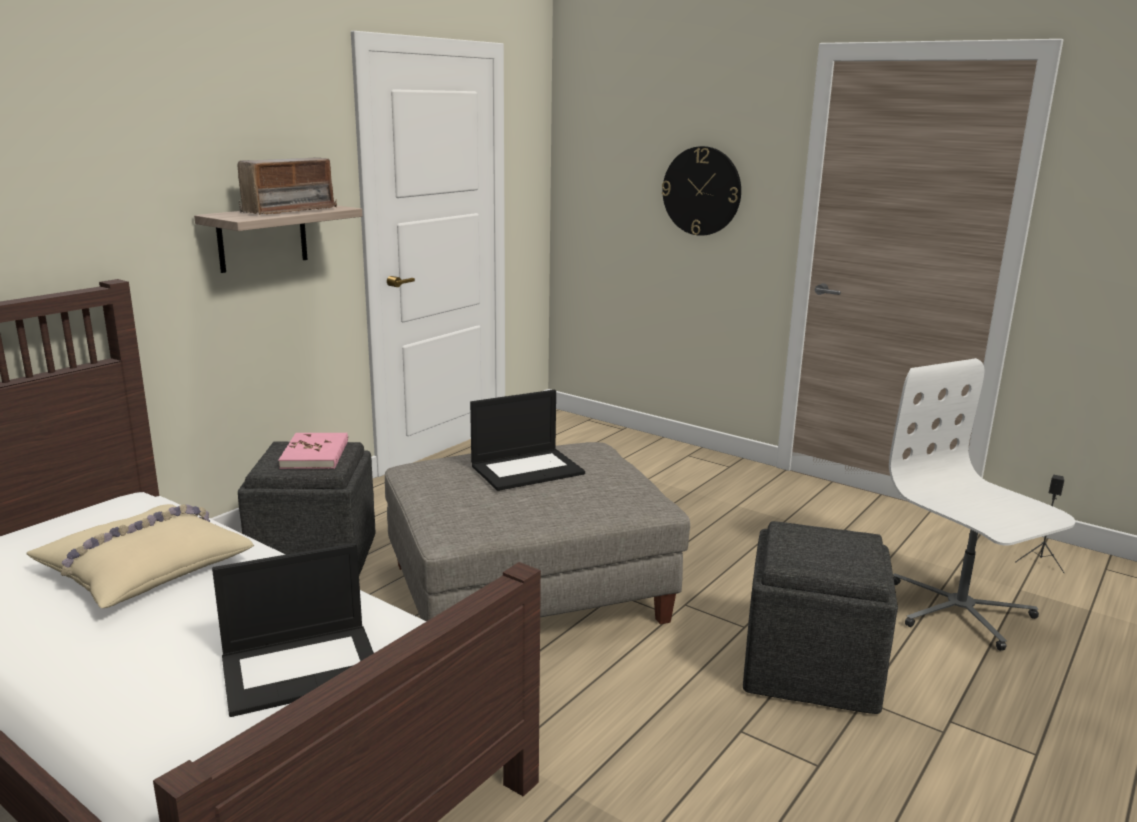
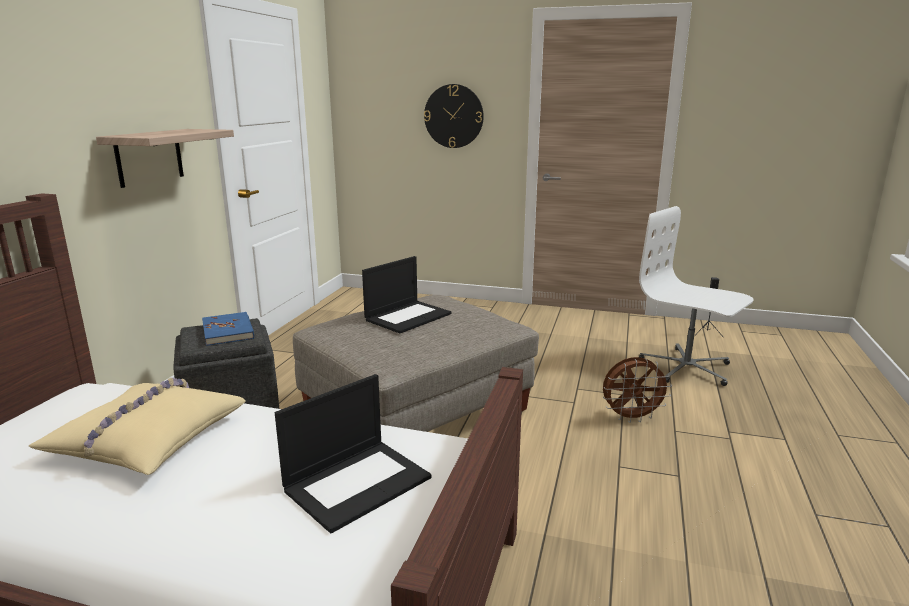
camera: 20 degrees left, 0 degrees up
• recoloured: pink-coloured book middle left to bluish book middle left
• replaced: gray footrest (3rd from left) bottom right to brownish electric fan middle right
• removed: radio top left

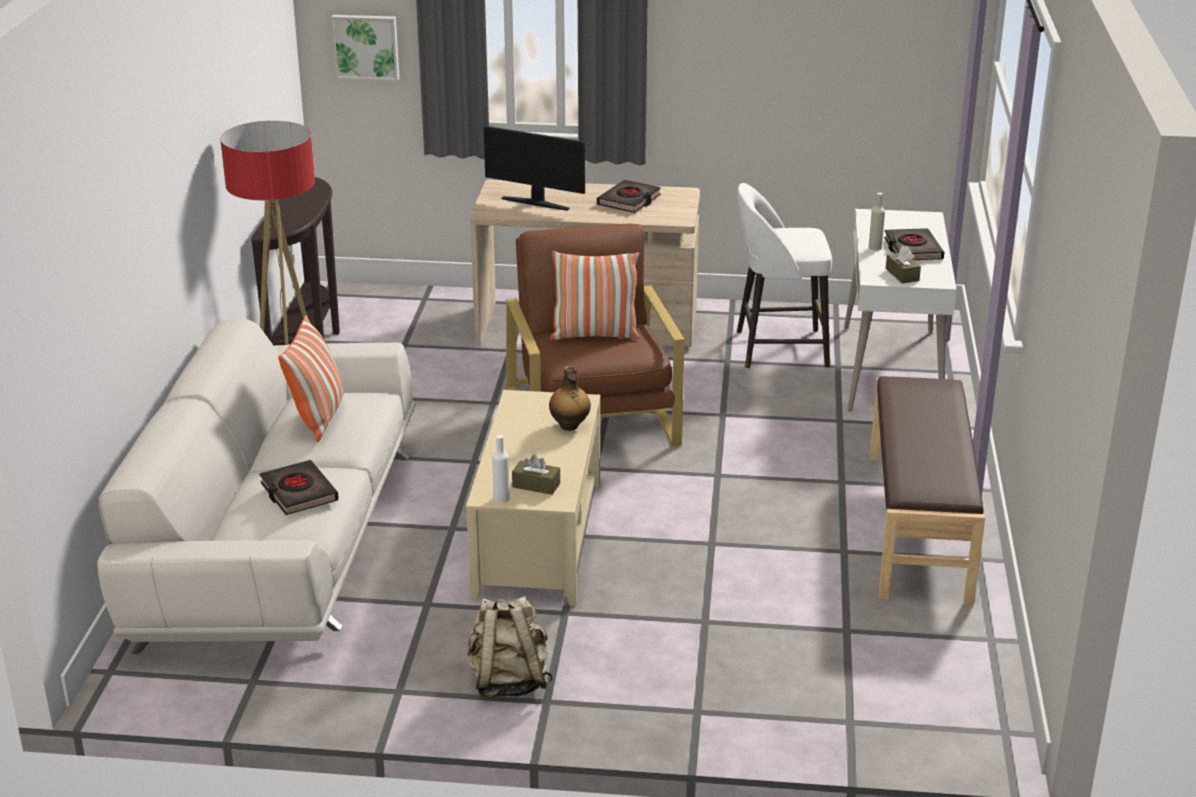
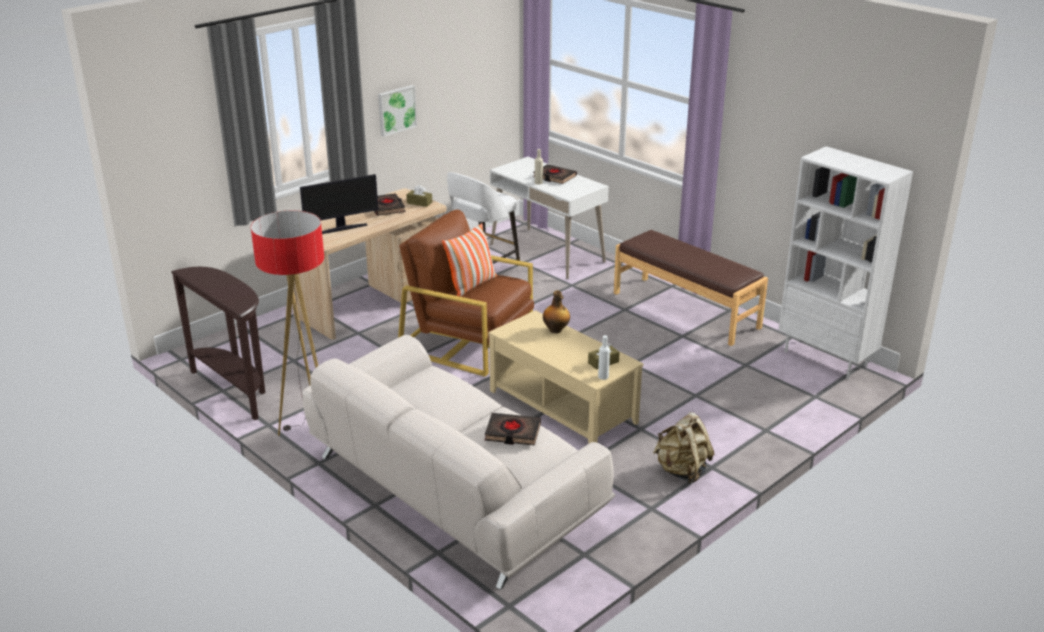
camera: 50 degrees left, 0 degrees up
• moved: wall art top left to top centre
• moved: brownish box of tissues (2nd from left in the first image) top right to brownish box of tissues (1st from left) top centre
• added: whitish shelving unit middle right
• removed: pillow (1st from left) middle left

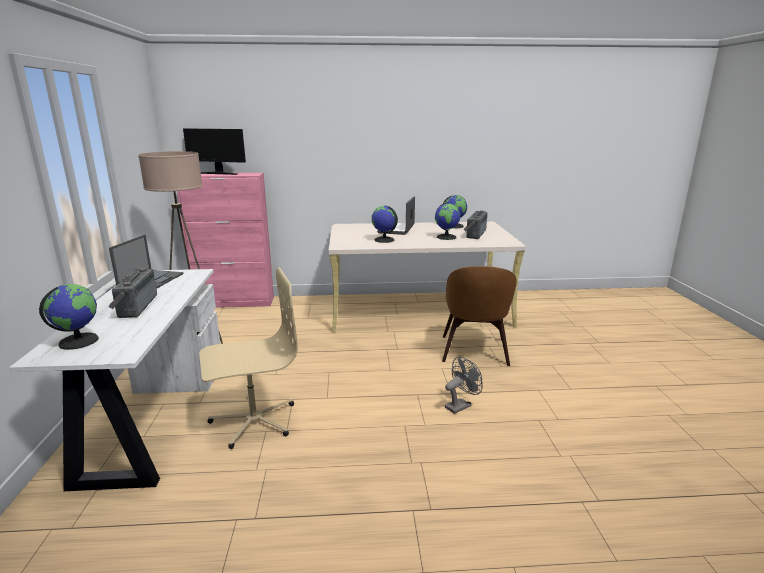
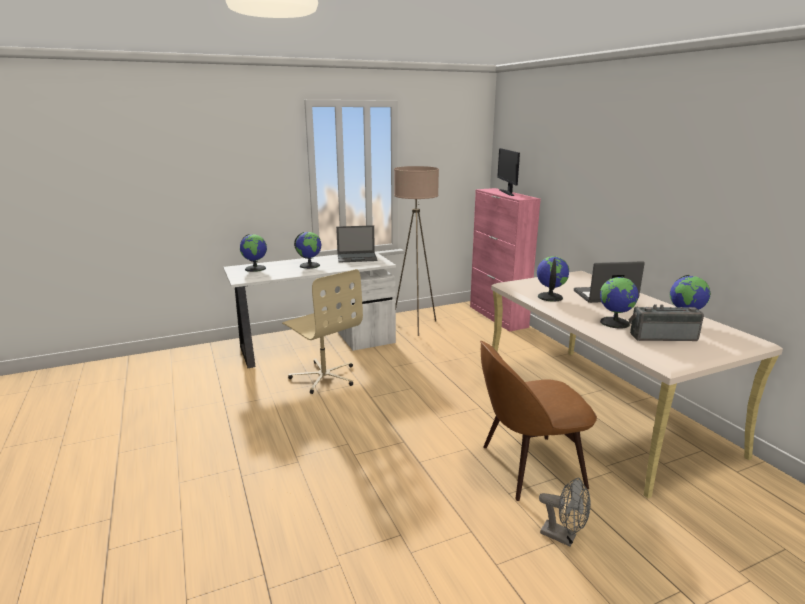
camera: 70 degrees right, 0 degrees up
• replaced: radio (1st from left) middle left to globe (2nd from left) centre
• moved: gray electric fan bottom centre to bottom right

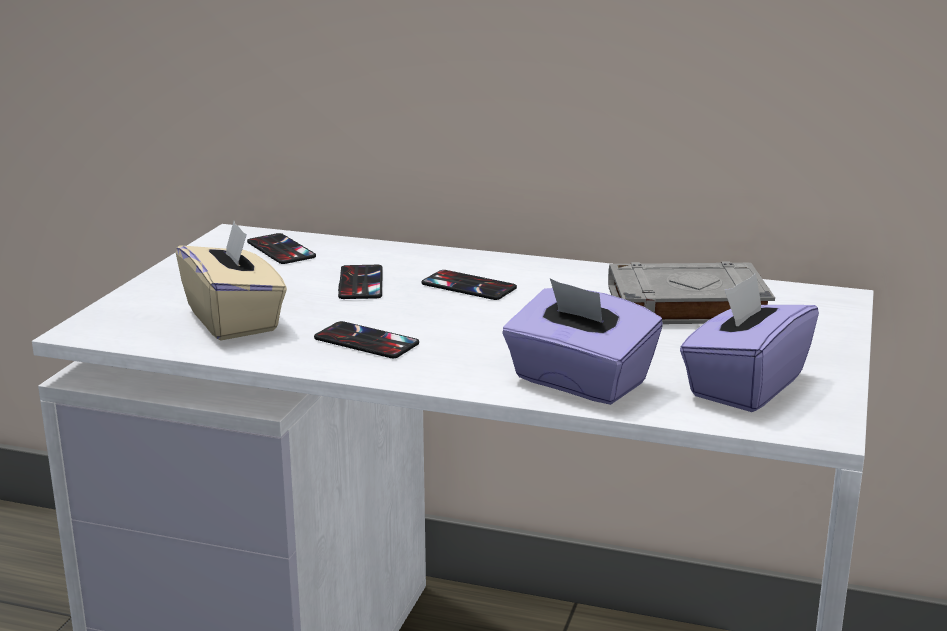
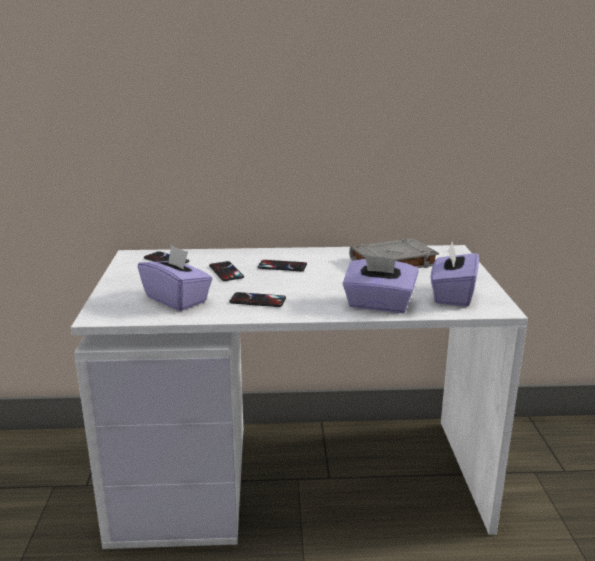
camera: 20 degrees left, 0 degrees up
• recoloured: beige box of tissues middle left to purple-coloured box of tissues (1st from left) middle left

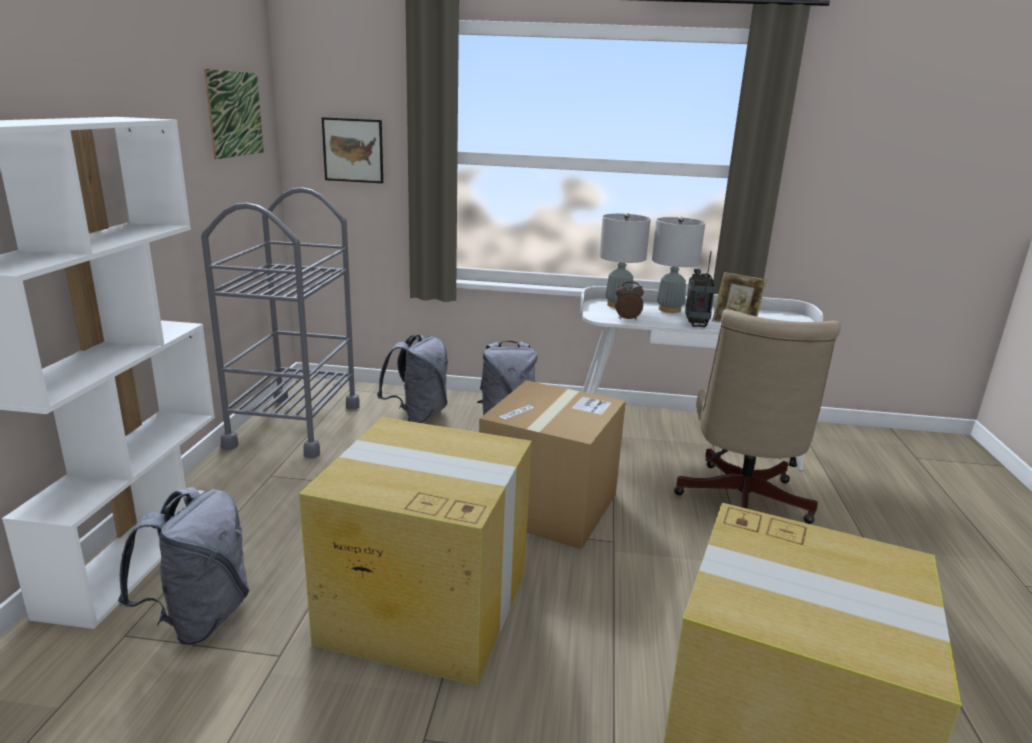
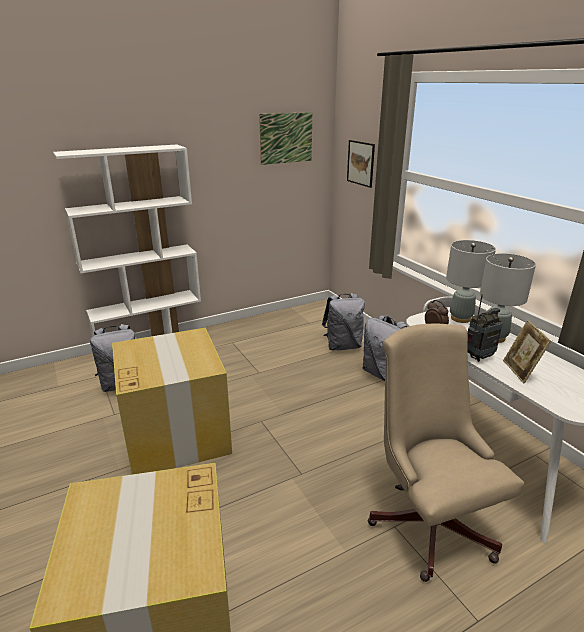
camera: 55 degrees right, 5 degrees up
• turned: beige office chair middle right = bottom right 90 degrees clockwise
• removed: gray wheeled cart middle left
• removed: cardboard box (2nd from left) centre

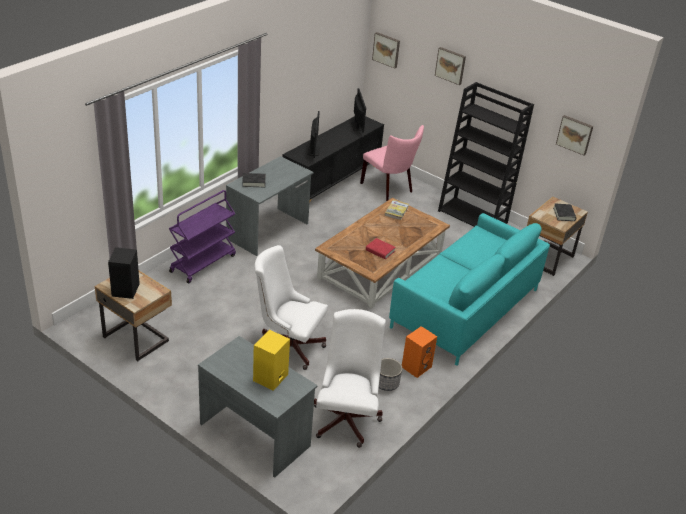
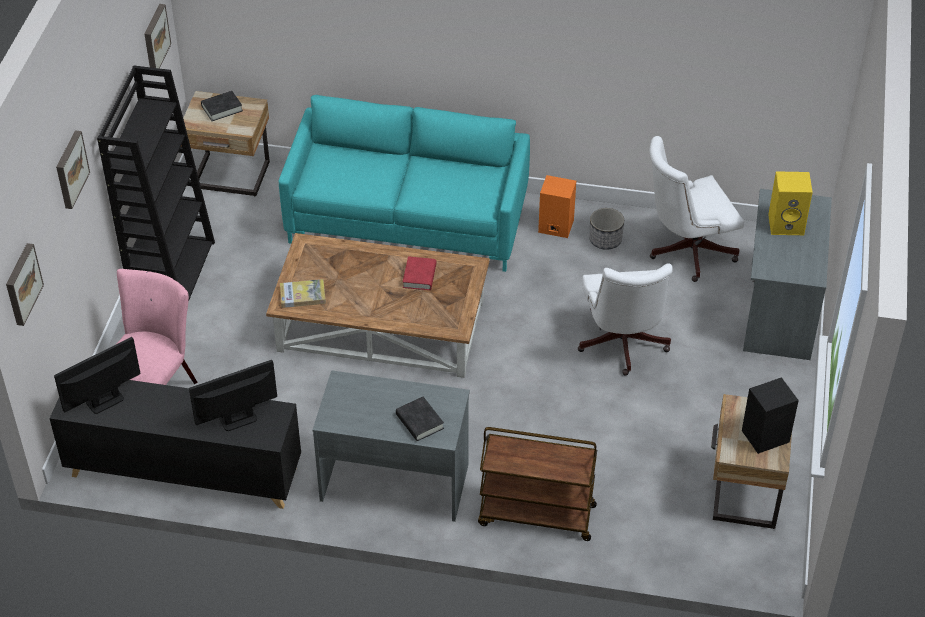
camera: 115 degrees left, 10 degrees up
• recoloured: purple-coloured wheeled cart middle left to brownish wheeled cart bottom centre

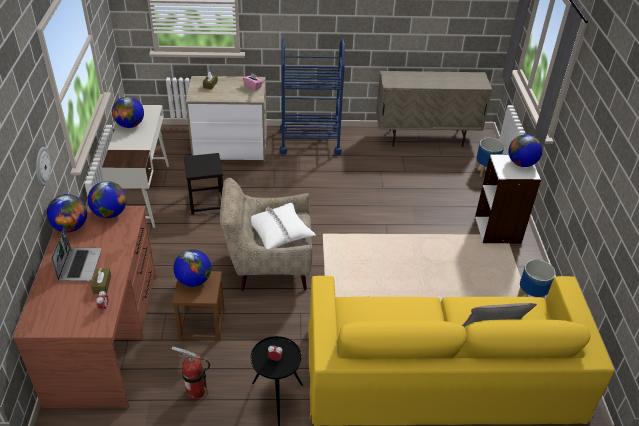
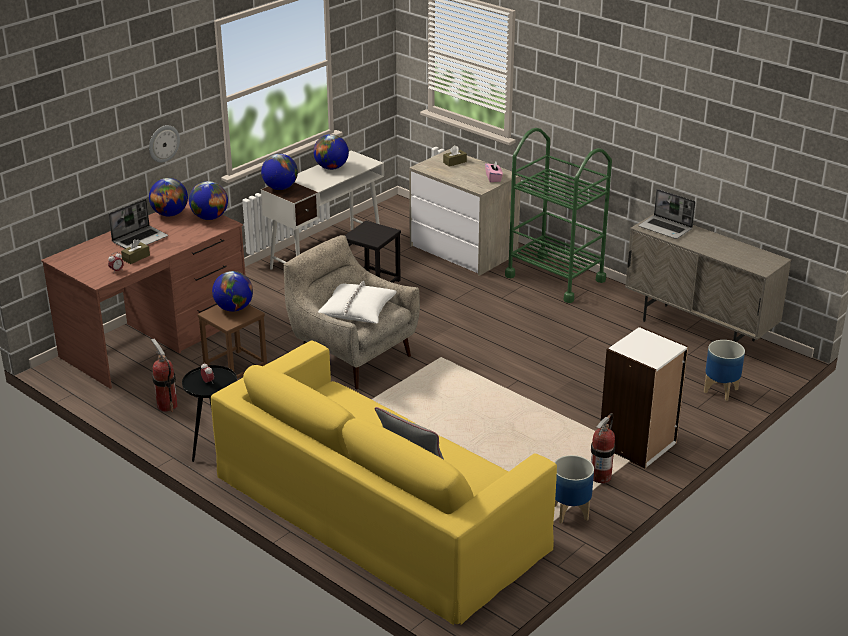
camera: 45 degrees right, 10 degrees down
• moved: globe (5th from left in the first image) middle right to globe (4th from left) top left
• recoloured: bluish wheeled cart top centre to green wheeled cart centre
• added: fire extinguisher (2nd from left) bottom right
• added: laptop (2nd from left) middle right

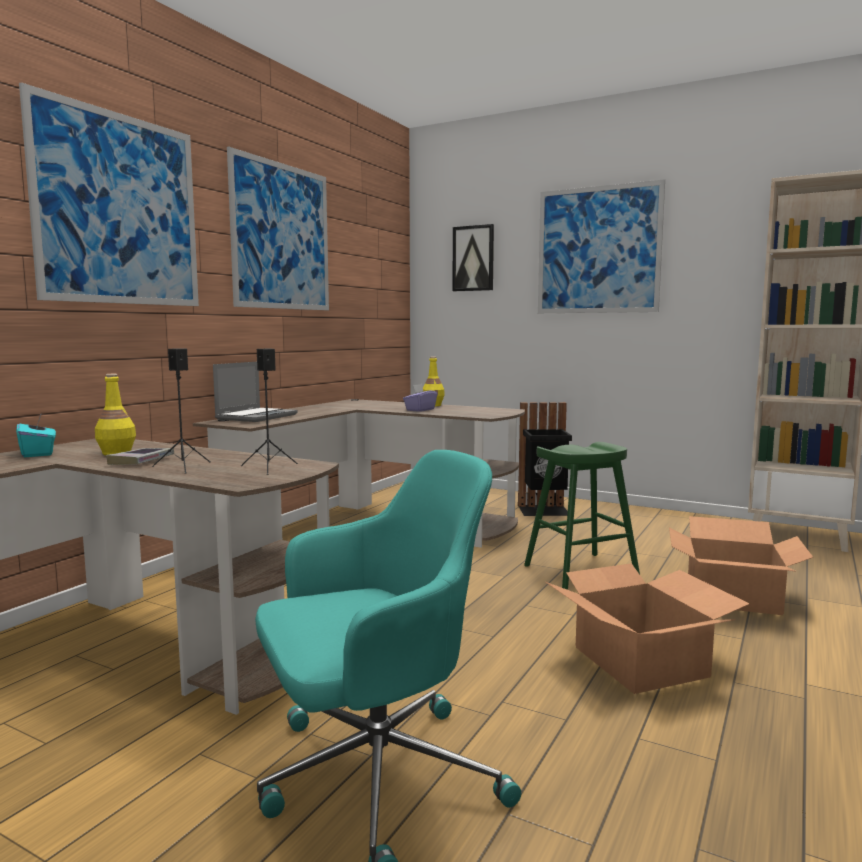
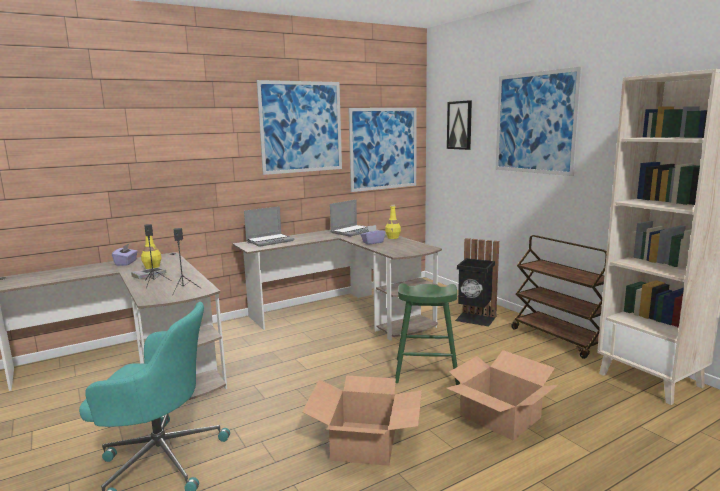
camera: 30 degrees right, 5 degrees up
• recoloured: turquoise-coloured box of tissues middle left to purple-coloured box of tissues (1st from left) middle left
• added: laptop (2nd from left) centre
• moved: wall art (1st from left in the first image) top left to wall art (2nd from left) top centre
• added: brownish wheeled cart middle right

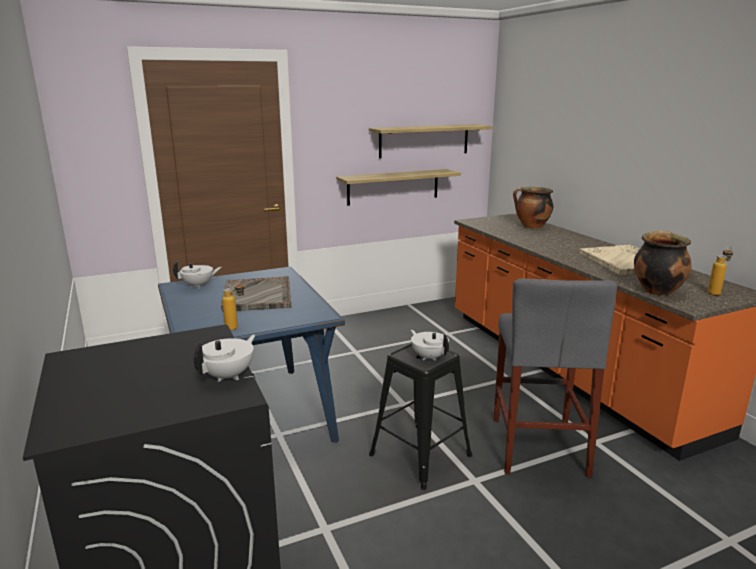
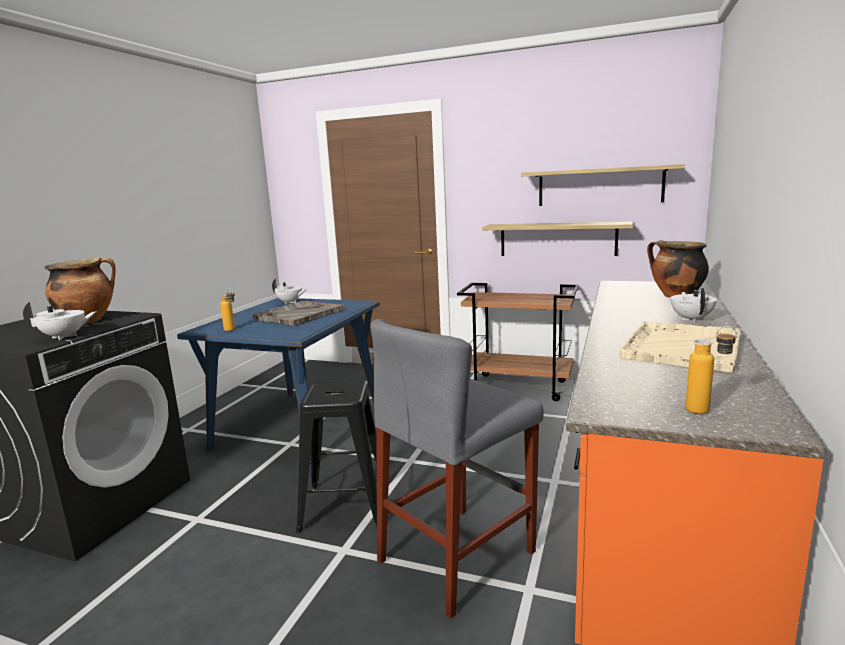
camera: 45 degrees right, 5 degrees down
• moved: stockpot (2nd from left in the first image) middle right to stockpot (1st from left) middle left
• added: brownish wheeled cart centre
• moved: whitish teapot (3rd from left) centre to middle right

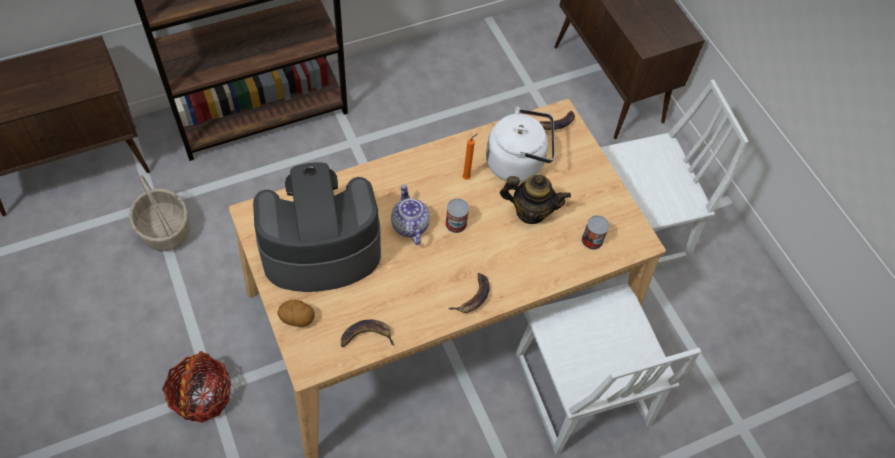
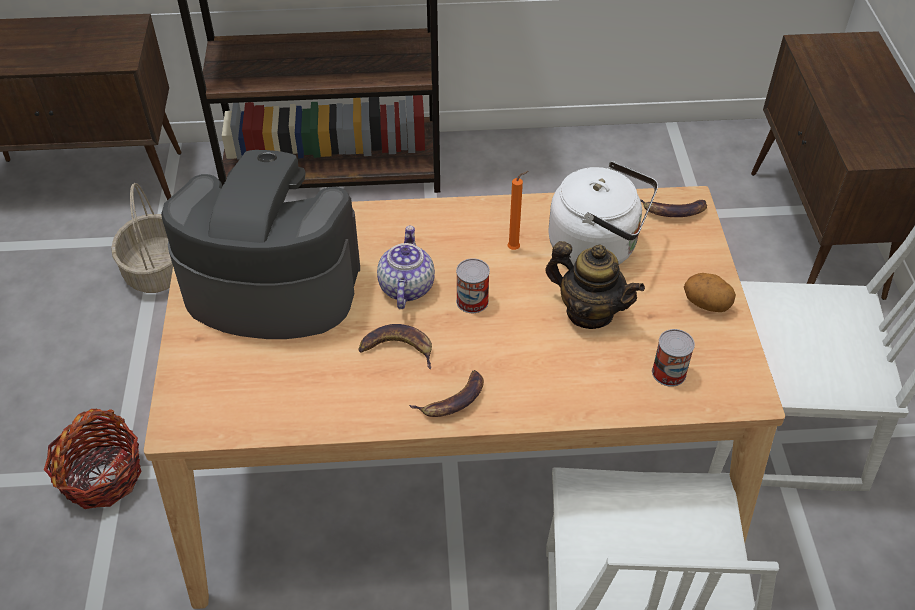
camera: 25 degrees right, 10 degrees down
• moved: banana fruit (1st from left) bottom centre to centre
• moved: spud bottom left to middle right

